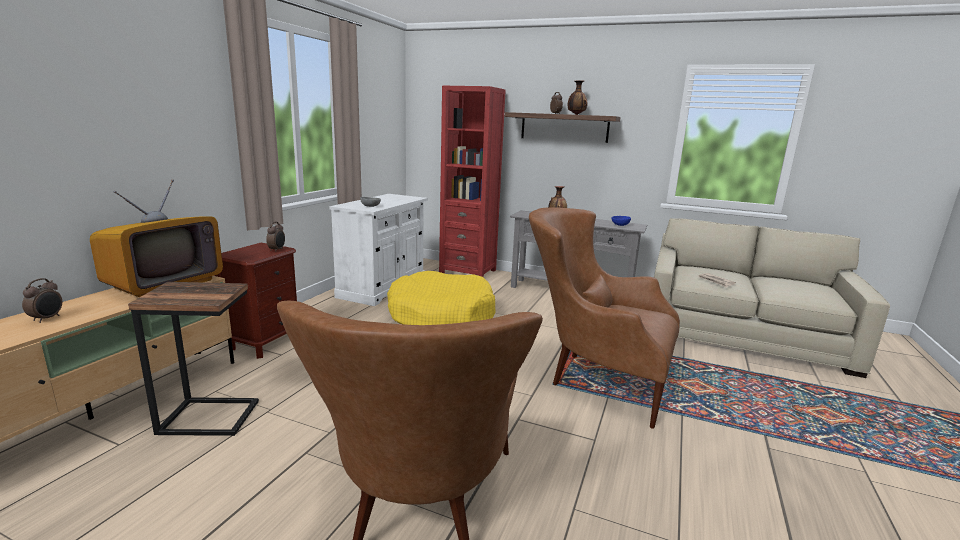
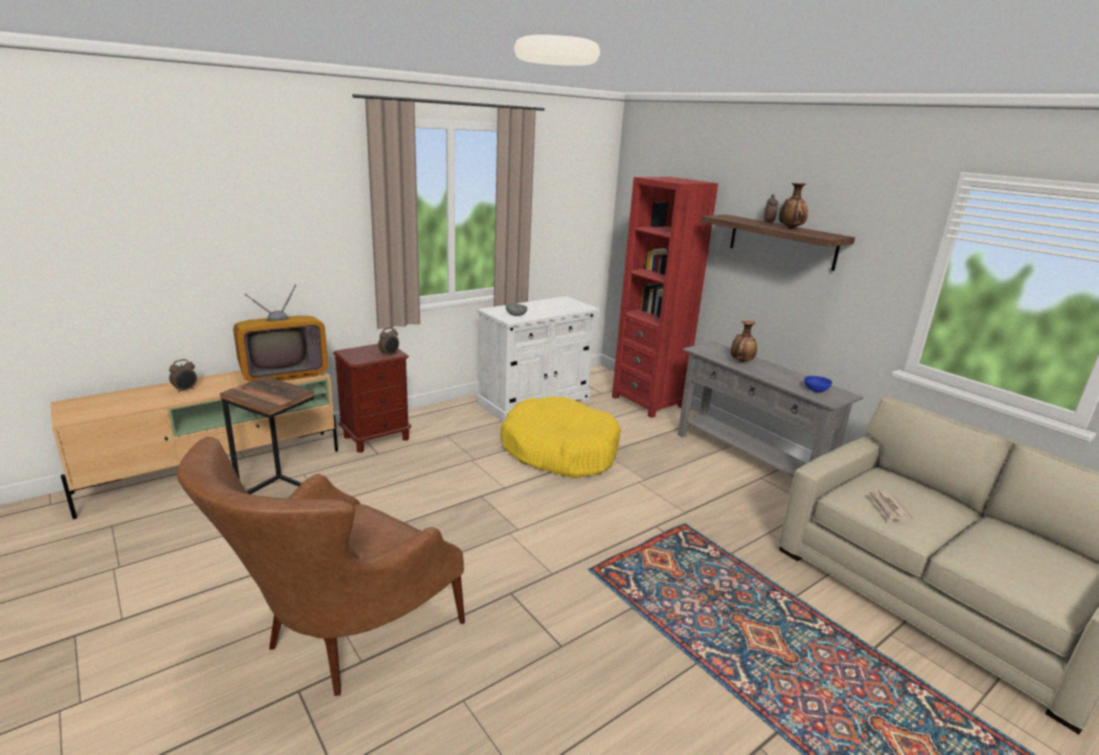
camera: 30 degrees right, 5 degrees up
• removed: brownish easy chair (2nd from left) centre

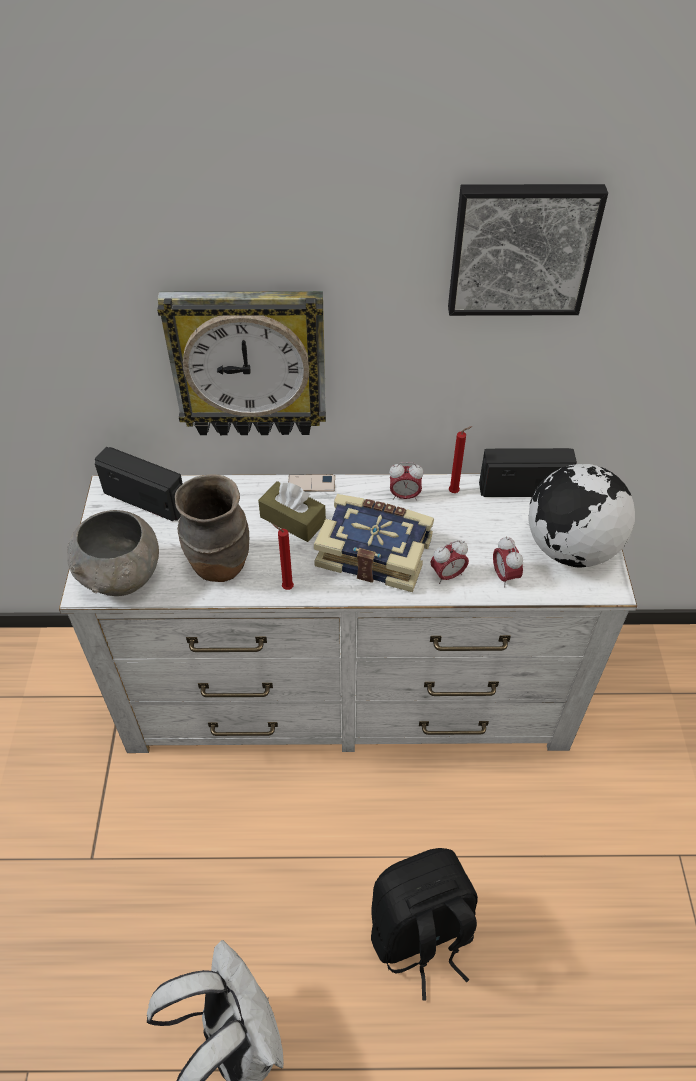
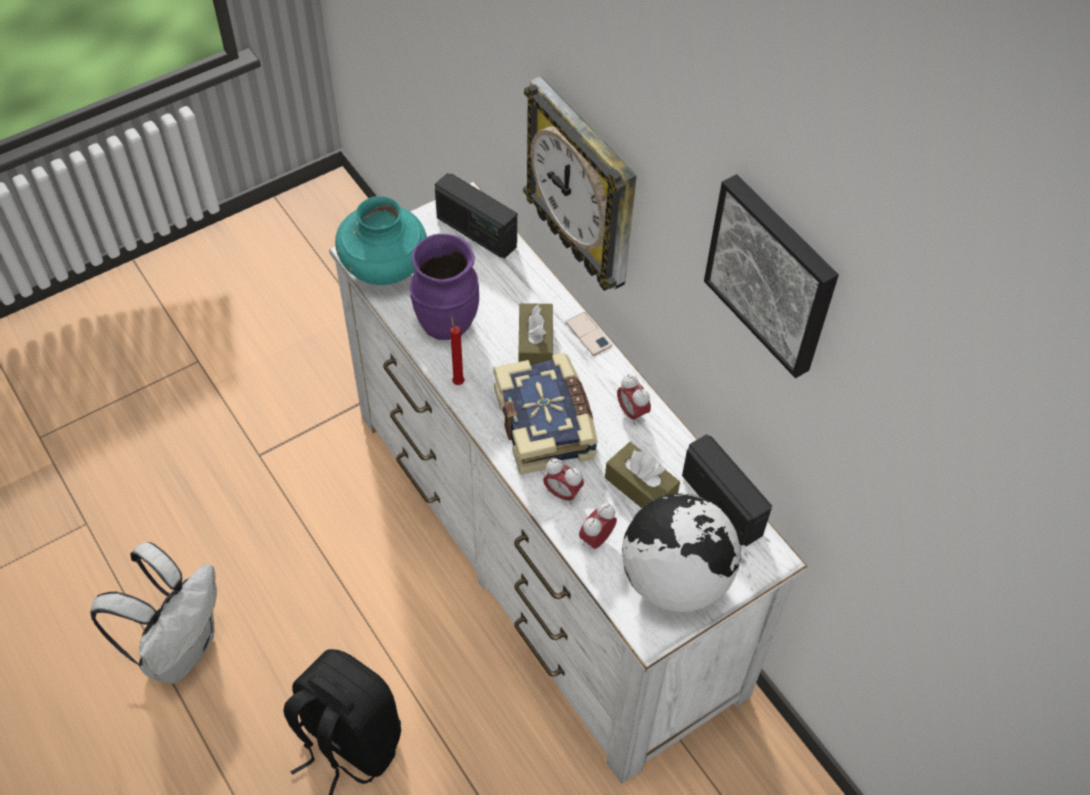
camera: 55 degrees right, 5 degrees up
• replaced: gray serving bowl middle left to turquoise-coloured decorative vase top centre
• recoloured: brownish decorative vase middle left to purple-coloured decorative vase centre
• turned: radio (1st from left) middle left = top centre 135 degrees clockwise
• added: brownish box of tissues (2nd from left) centre
• removed: red wax light (2nd from left) centre

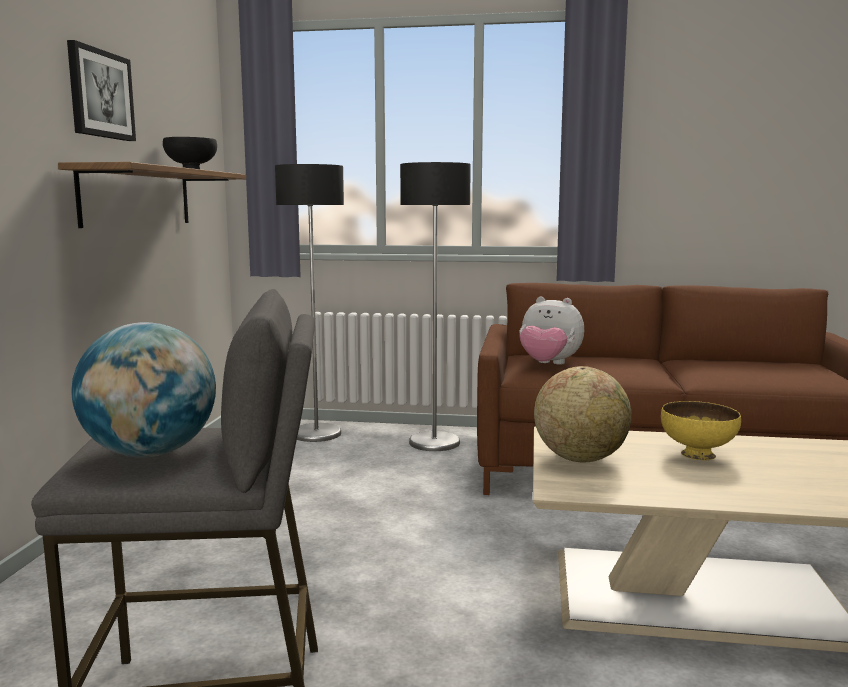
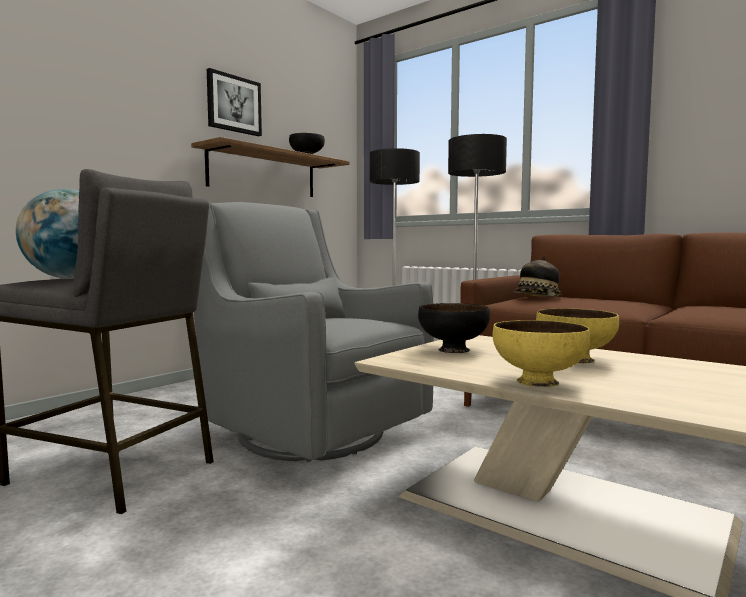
camera: 30 degrees right, 5 degrees down
• added: gray easy chair centre
• replaced: globe (2nd from left) middle right to black-coloured serving bowl (2nd from left) centre
• added: yellow-coloured serving bowl (1st from left) middle right
• replaced: soft toy centre to hat middle right

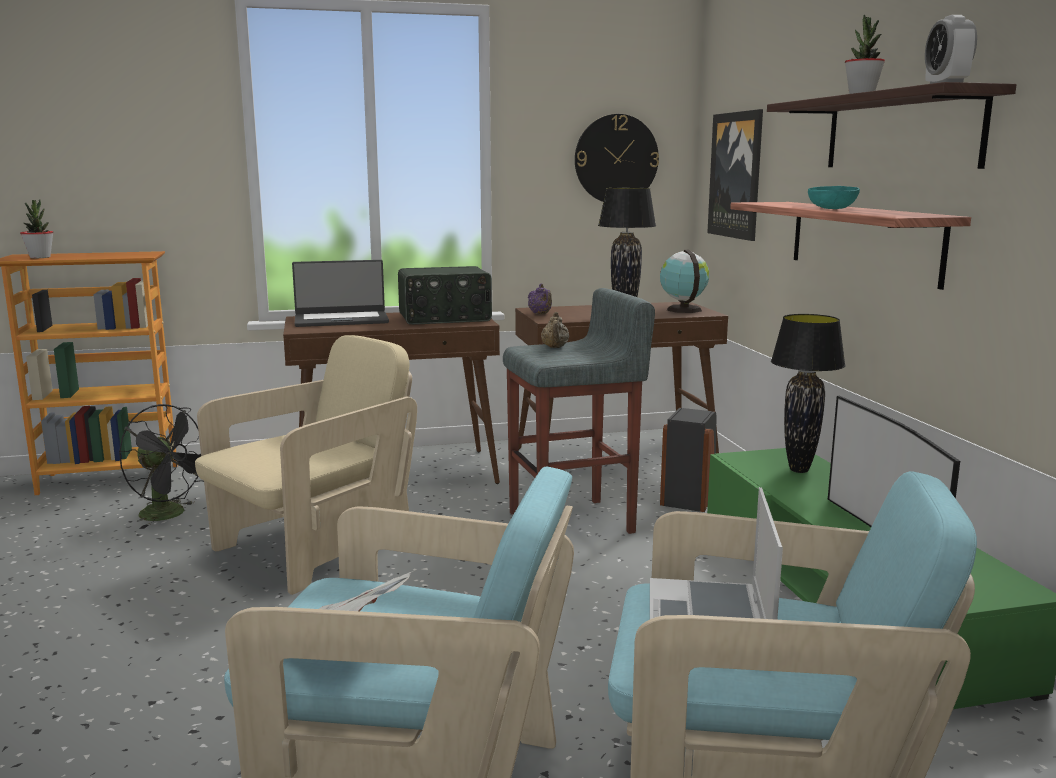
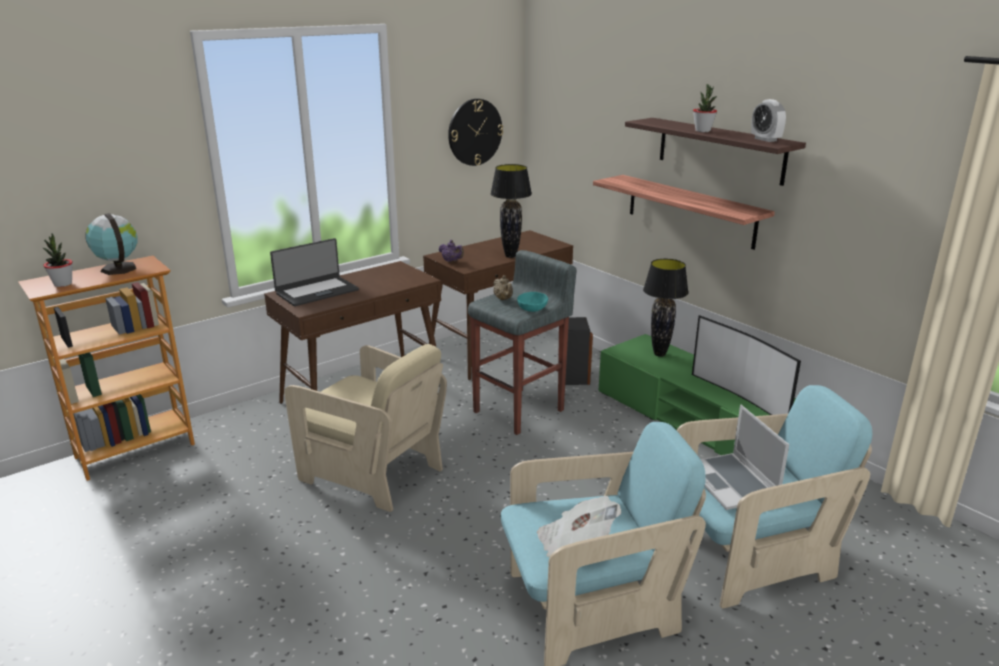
camera: 25 degrees left, 10 degrees up
• moved: globe centre to middle left
• turned: beige easy chair middle left = centre 105 degrees clockwise
• moved: turquoise-coloured serving bowl top right to centre
• removed: black-coloured electric fan middle left
• removed: radio centre
• removed: wall art top right

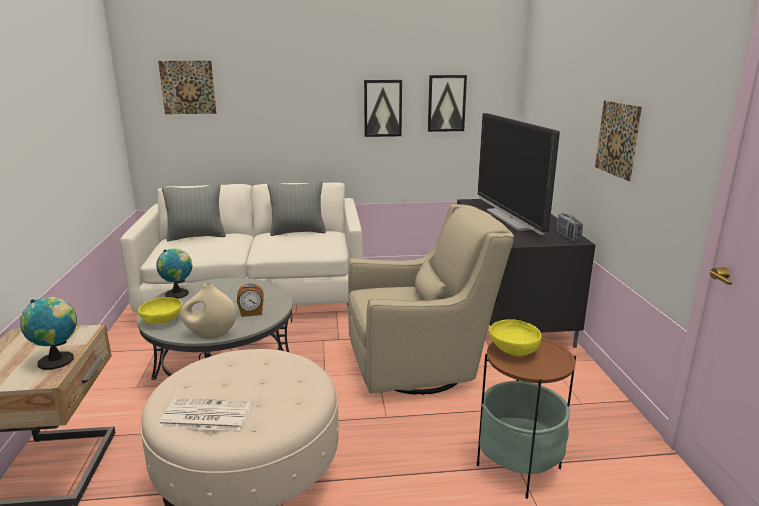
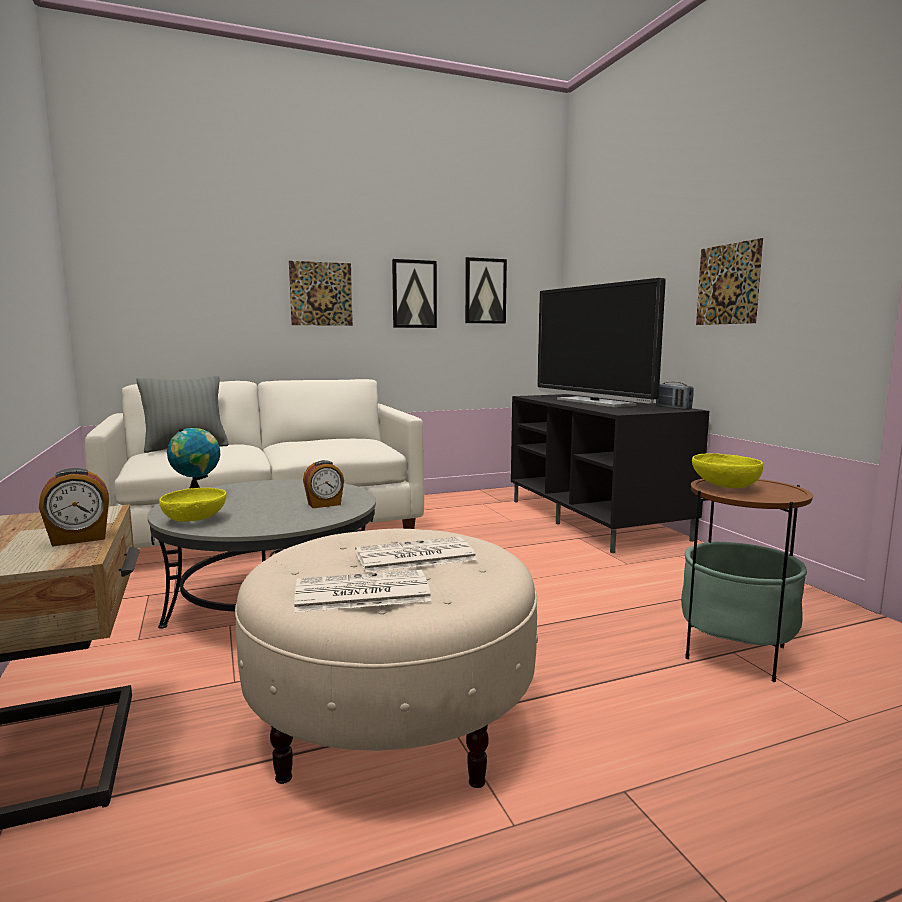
camera: 15 degrees left, 10 degrees down
• replaced: globe (1st from left) middle left to bedside clock (1st from left) middle left
• moved: wall art (1st from left) top left to top centre
• added: newspaper (2nd from left) centre
• removed: beige decorative vase middle left
• removed: gray pillow (2nd from left) centre
• removed: beige easy chair centre

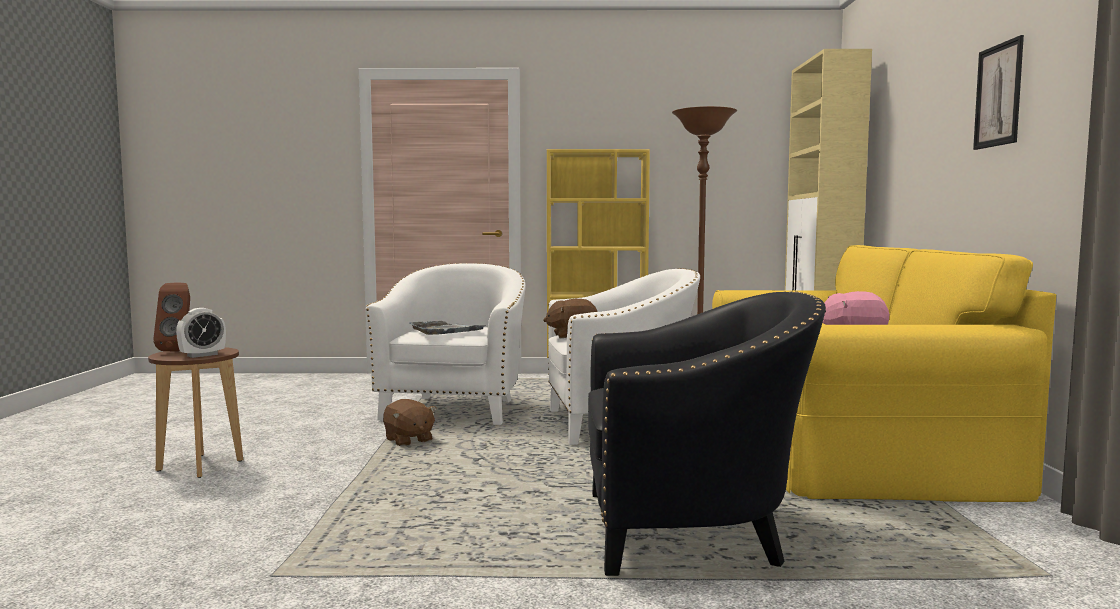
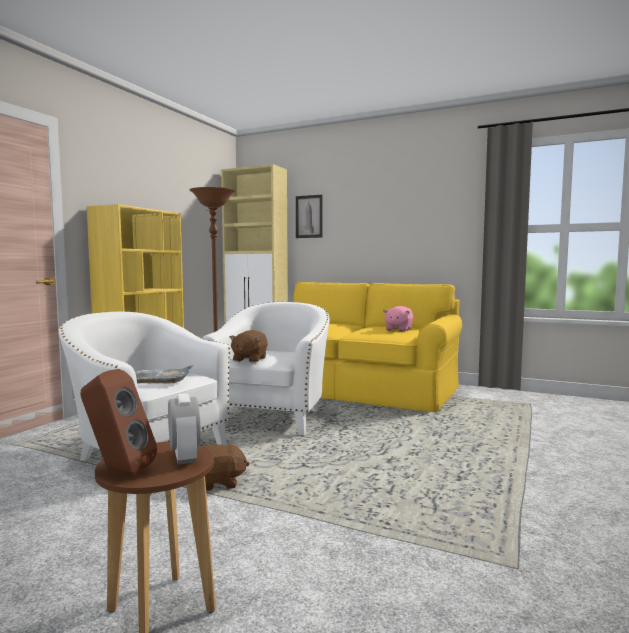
camera: 65 degrees left, 0 degrees up
• moved: wall art top right to centre
• removed: black-coloured easy chair bottom centre

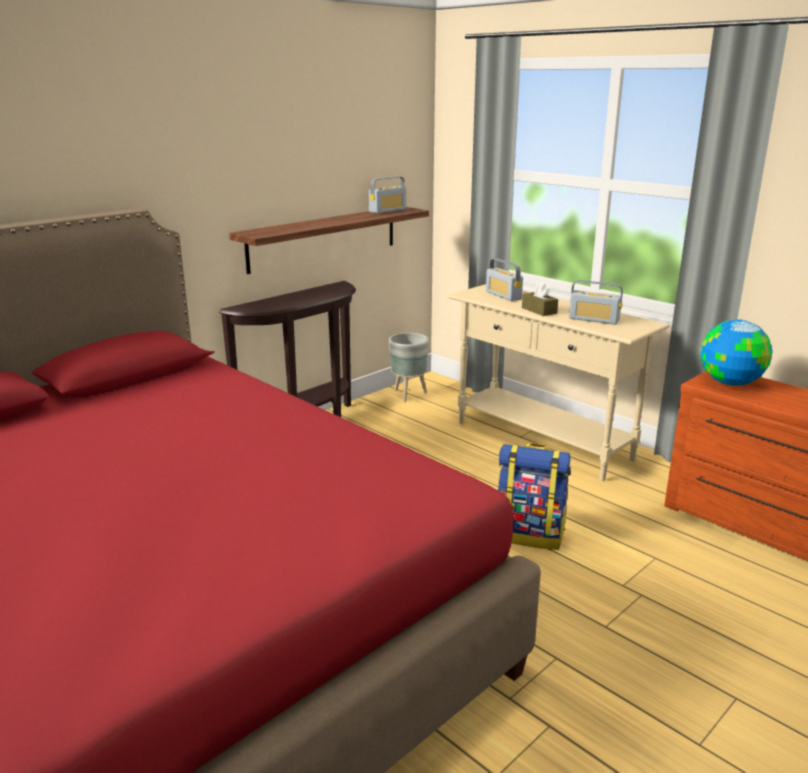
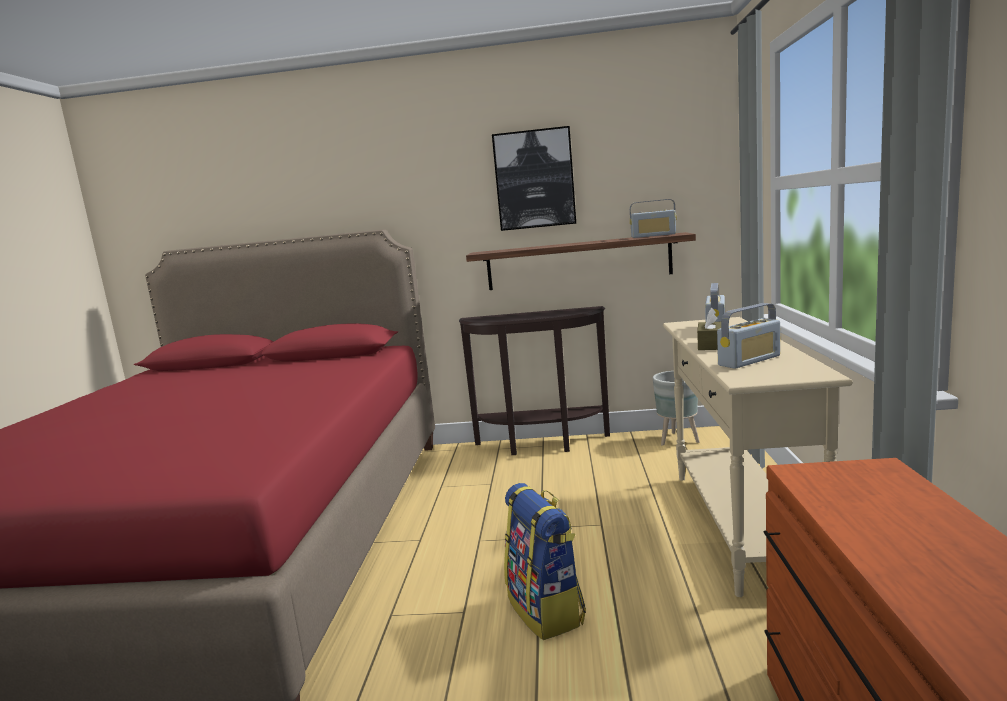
camera: 50 degrees right, 10 degrees down
• added: wall art top centre
• turned: radio (3rd from left) middle right = middle right 105 degrees counterclockwise
• removed: globe middle right

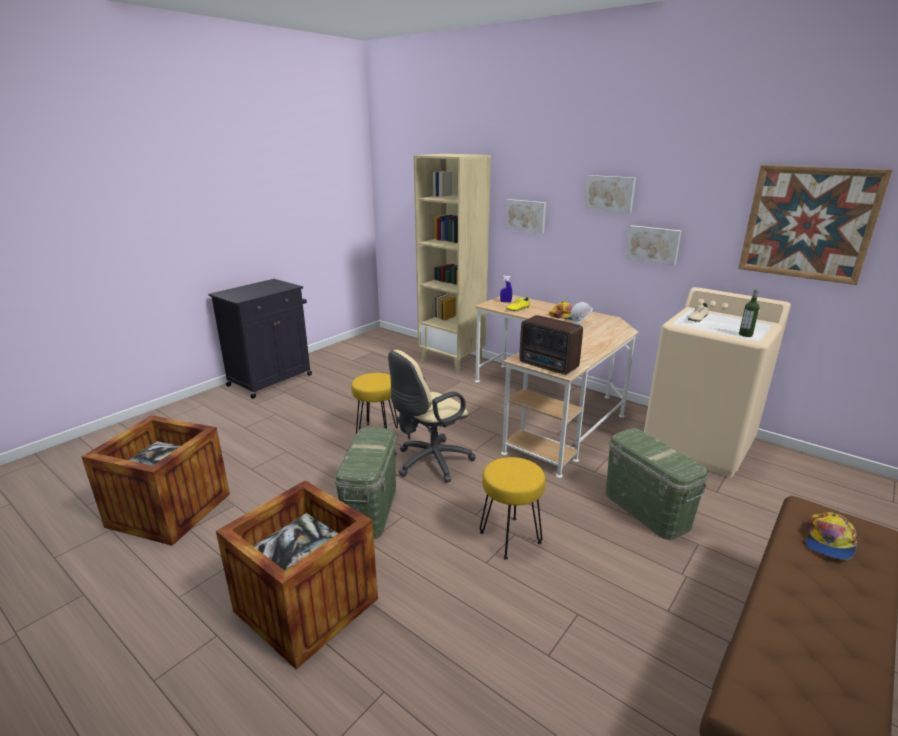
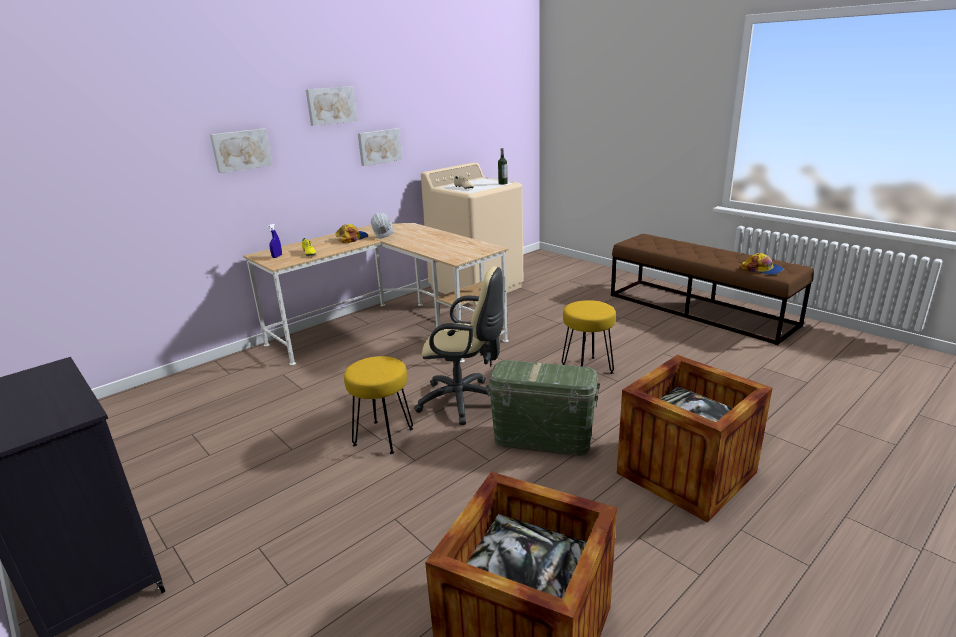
camera: 80 degrees left, 0 degrees up
• turned: beige office chair centre = centre 45 degrees counterclockwise
• moved: baseball cap (2nd from left) bottom right to middle right
• removed: beige shelving unit centre
• removed: radio centre
• removed: green storage box (2nd from left) middle right
• removed: wall art (4th from left) top right

